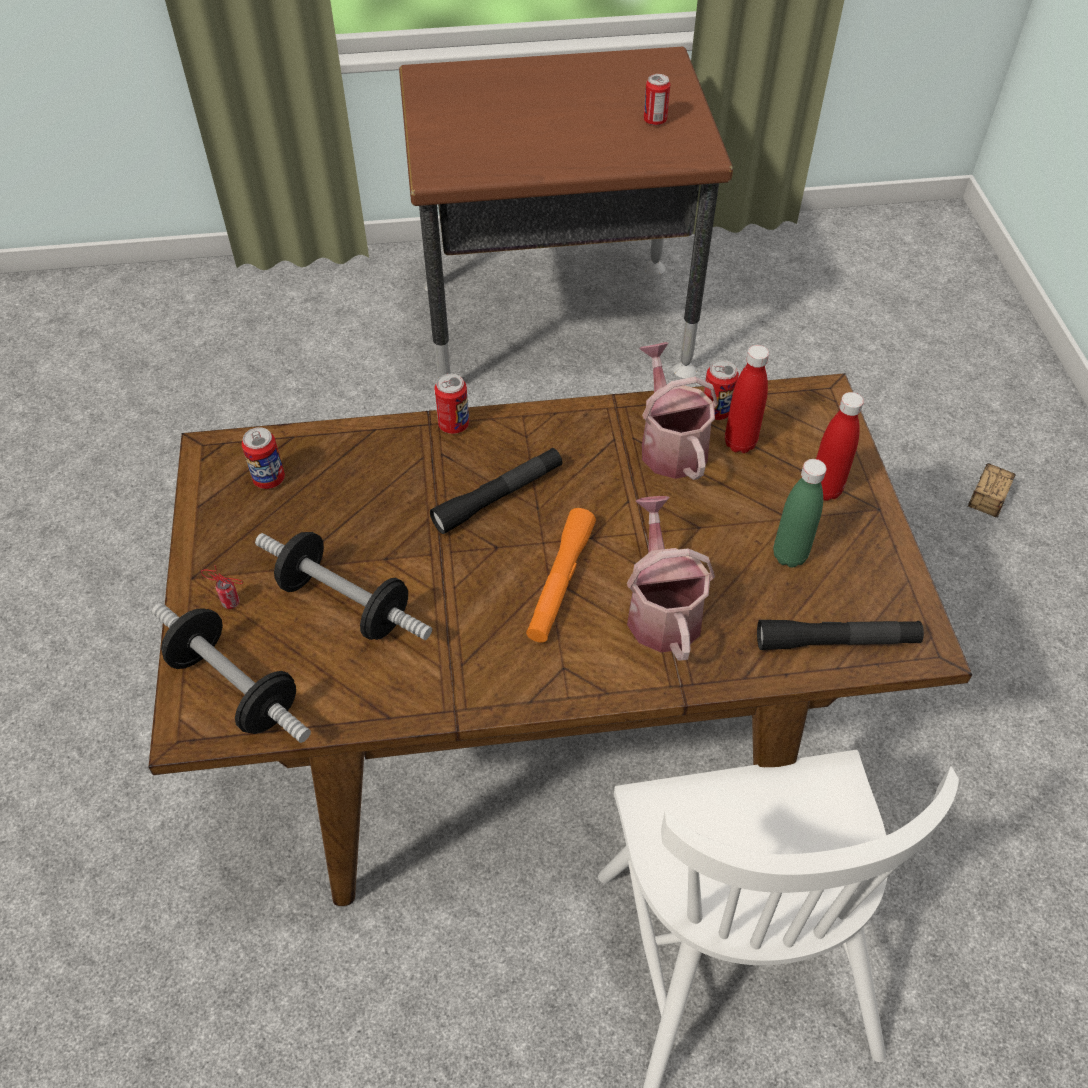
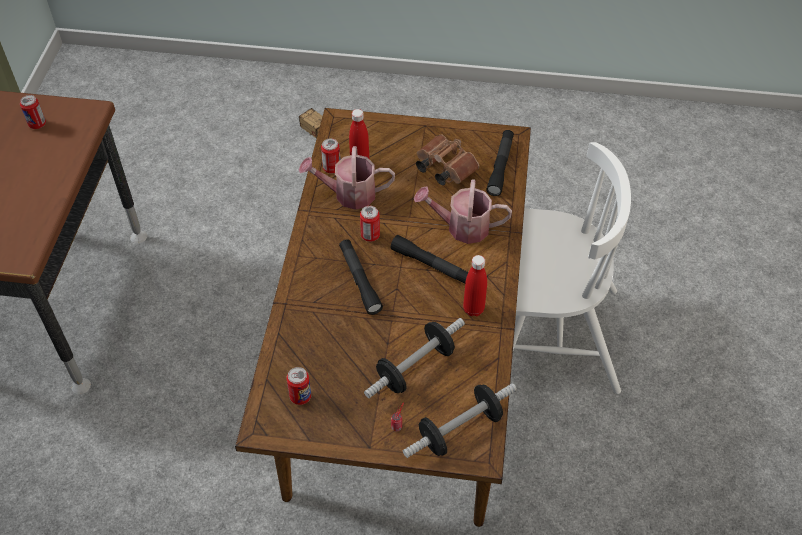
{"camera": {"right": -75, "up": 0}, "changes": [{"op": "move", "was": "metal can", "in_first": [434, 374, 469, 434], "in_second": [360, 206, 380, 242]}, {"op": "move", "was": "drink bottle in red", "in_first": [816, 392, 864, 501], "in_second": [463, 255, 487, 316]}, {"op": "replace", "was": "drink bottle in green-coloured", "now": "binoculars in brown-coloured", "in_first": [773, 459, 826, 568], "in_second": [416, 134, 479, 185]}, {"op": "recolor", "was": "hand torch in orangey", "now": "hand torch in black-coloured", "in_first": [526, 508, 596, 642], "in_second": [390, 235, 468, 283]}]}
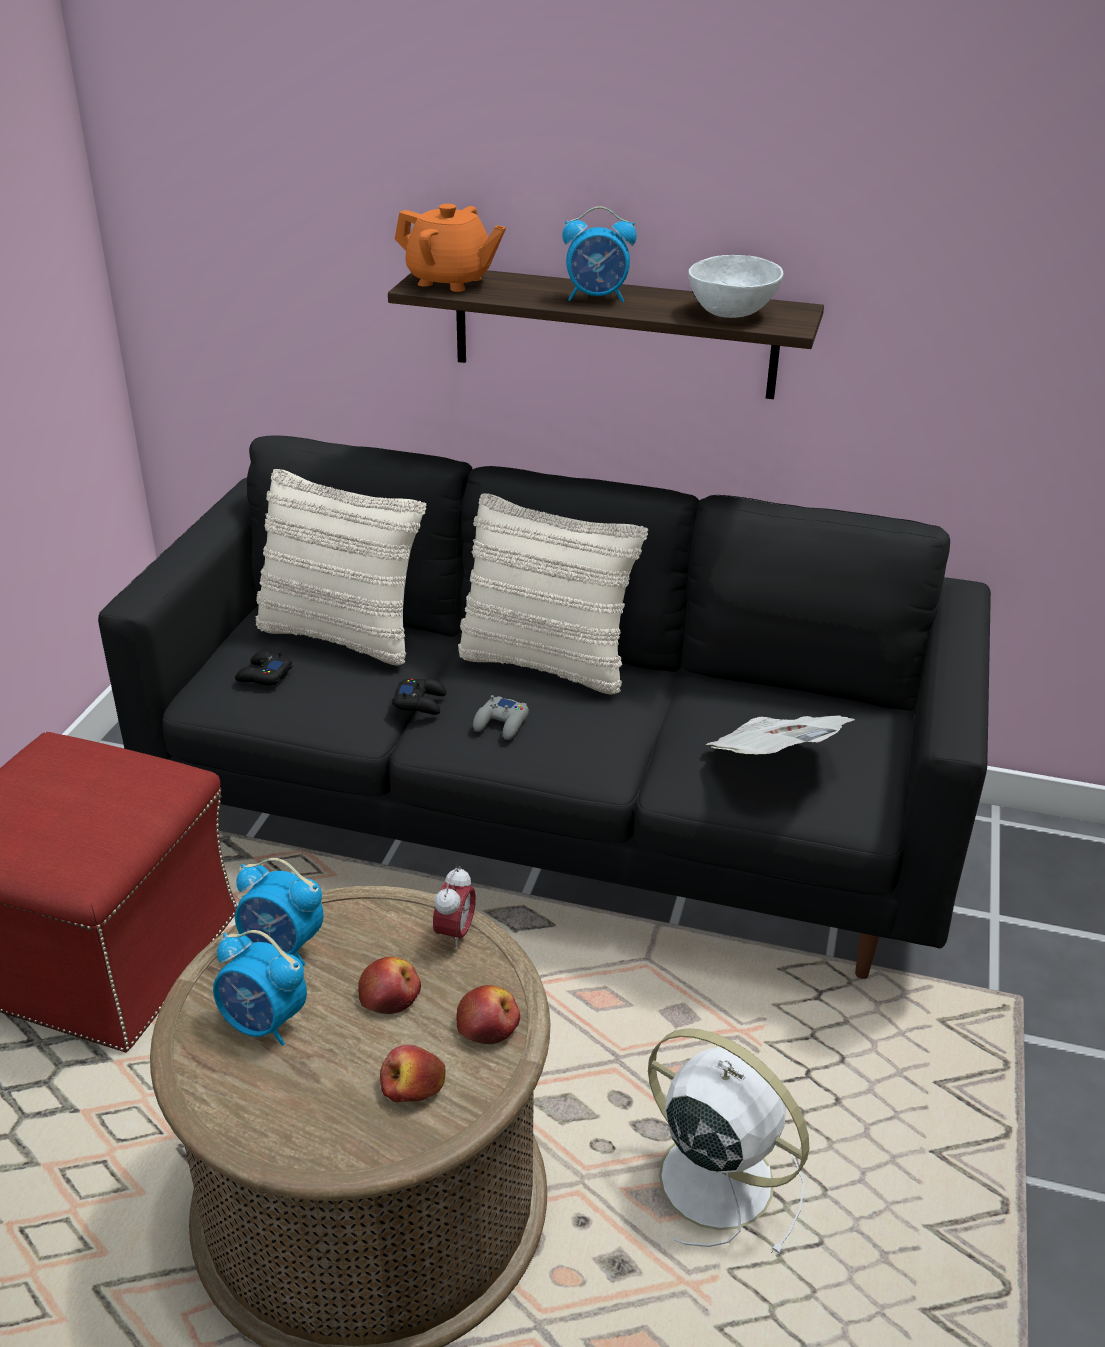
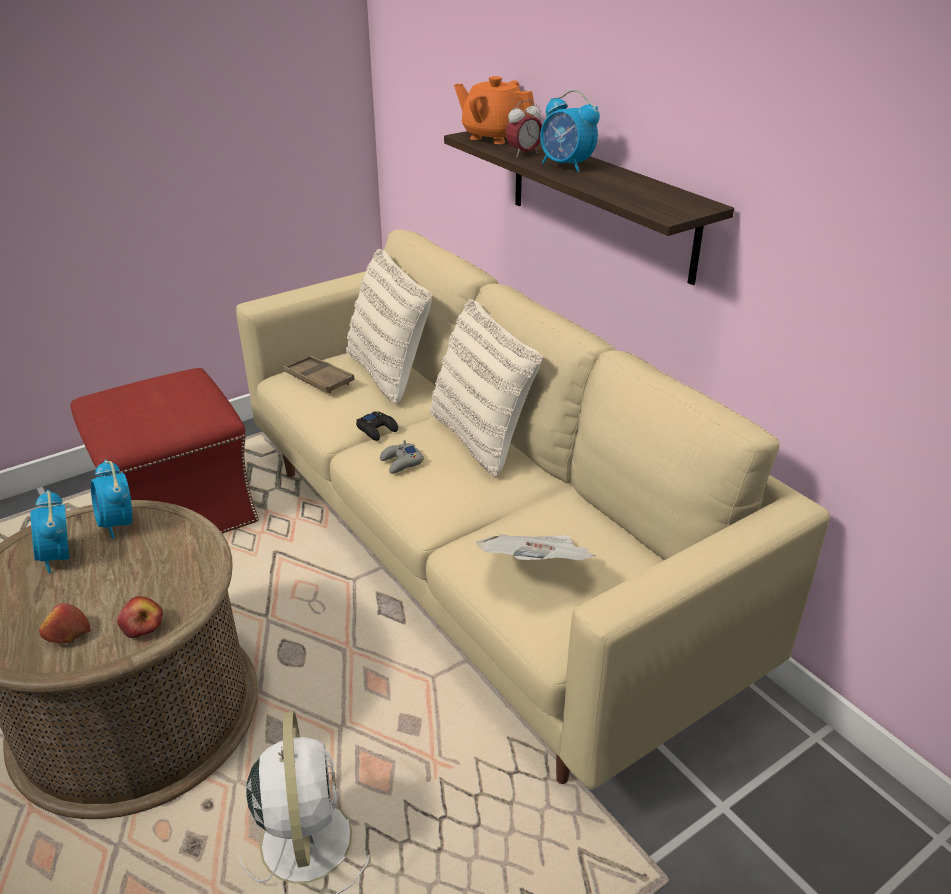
{"camera": {"right": 40, "up": 0}, "changes": [{"op": "rotate", "was": "pot for tea in orangey", "in_first": [395, 204, 506, 292], "in_second": [454, 76, 535, 144], "clockwise": 150}, {"op": "delete", "was": "bowl in white-coloured", "in_first": [689, 255, 783, 318]}, {"op": "recolor", "was": "settee in black-coloured", "now": "settee in beige-coloured", "in_first": [98, 435, 991, 979], "in_second": [236, 230, 830, 789]}, {"op": "replace", "was": "joypad in black-coloured", "now": "serving tray in brown-coloured", "in_first": [235, 651, 293, 686], "in_second": [283, 355, 355, 393]}, {"op": "move", "was": "table clock", "in_first": [433, 866, 476, 949], "in_second": [506, 100, 542, 158]}, {"op": "delete", "was": "apple fruit", "in_first": [358, 957, 421, 1014]}]}
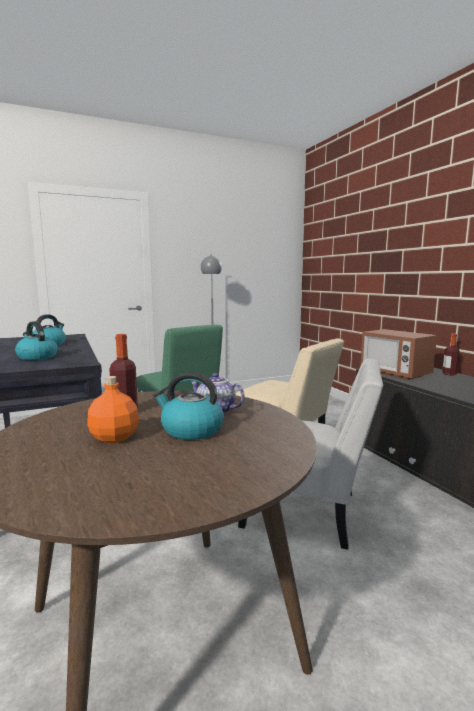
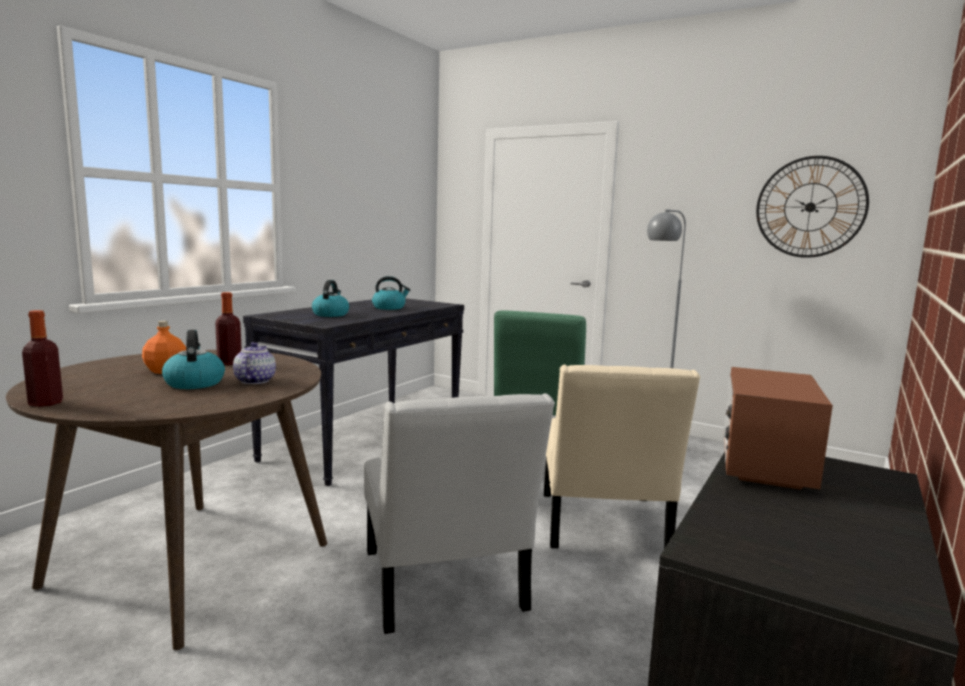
{"camera": {"right": 55, "up": 0}, "changes": [{"op": "move", "was": "drink bottle", "in_first": [442, 333, 460, 376], "in_second": [22, 310, 63, 407]}, {"op": "insert", "now": "hanging clock", "in_second": [756, 156, 869, 258]}]}
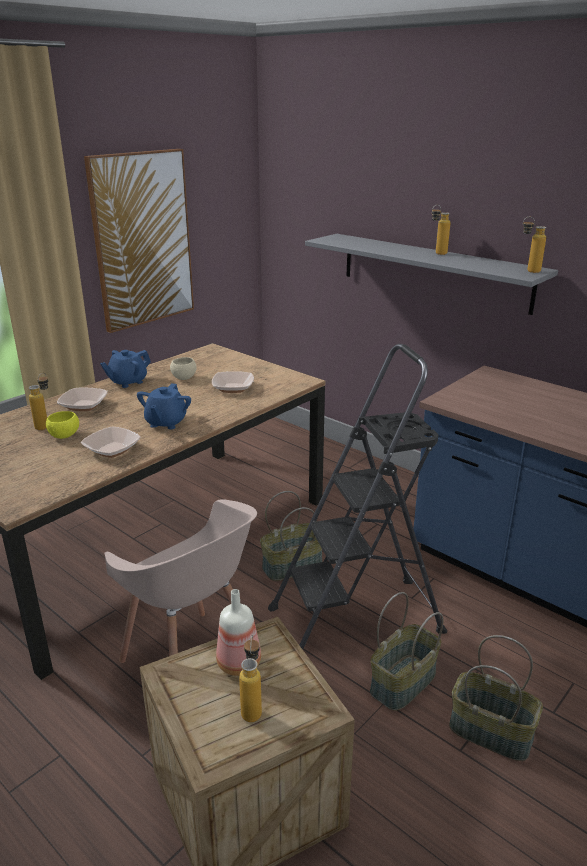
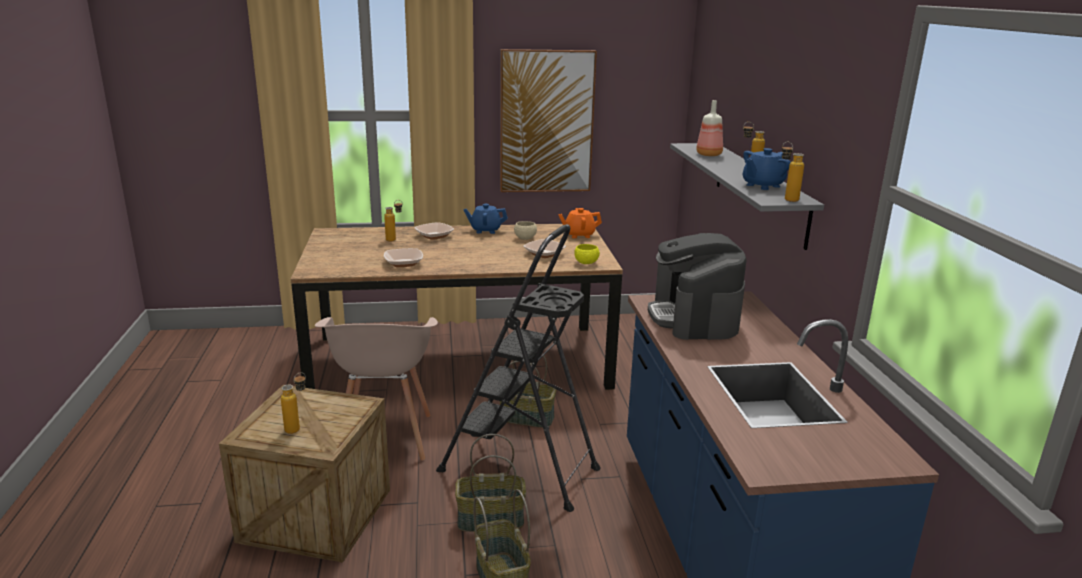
{"camera": {"right": 40, "up": -5}, "changes": [{"op": "move", "was": "pot for tea in blue-coloured", "in_first": [137, 383, 191, 429], "in_second": [742, 148, 791, 190]}, {"op": "move", "was": "bowl in yellow", "in_first": [46, 411, 79, 439], "in_second": [574, 244, 600, 264]}, {"op": "move", "was": "drink bottle", "in_first": [216, 589, 261, 676], "in_second": [696, 100, 723, 156]}, {"op": "insert", "now": "pot for tea in orangey", "in_second": [558, 208, 602, 238]}, {"op": "insert", "now": "coffee maker", "in_second": [648, 233, 746, 340]}]}
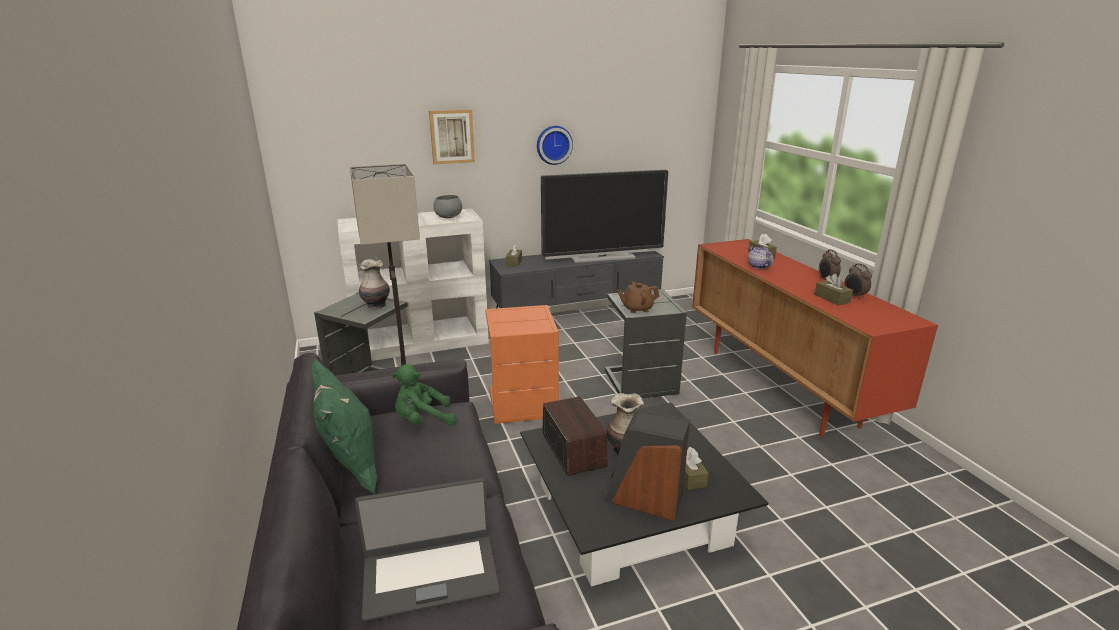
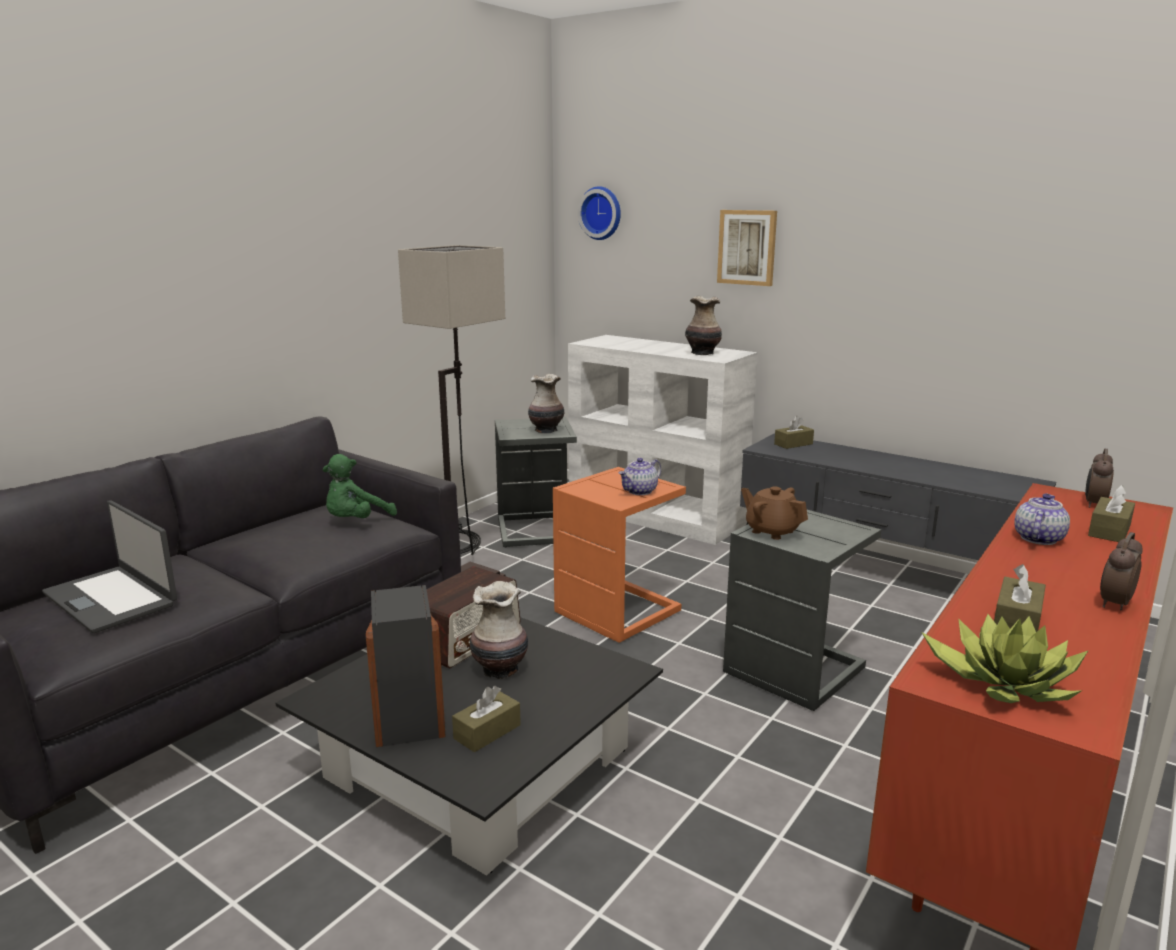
{"camera": {"right": 55, "up": -5}, "changes": [{"op": "move", "was": "hanging clock", "in_first": [537, 126, 573, 165], "in_second": [578, 186, 621, 240]}, {"op": "delete", "was": "television", "in_first": [541, 170, 669, 263]}, {"op": "replace", "was": "bowl in greyish", "now": "vase", "in_first": [434, 195, 462, 218], "in_second": [685, 296, 722, 355]}, {"op": "move", "was": "table clock", "in_first": [845, 263, 872, 299], "in_second": [1085, 449, 1114, 508]}, {"op": "delete", "was": "throw pillow in green-coloured", "in_first": [312, 358, 377, 494]}, {"op": "rotate", "was": "plush toy in green-coloured", "in_first": [392, 364, 456, 426], "in_second": [323, 454, 397, 518], "clockwise": -90}, {"op": "insert", "now": "pot for tea", "in_second": [618, 458, 661, 495]}, {"op": "insert", "now": "houseplant", "in_second": [922, 614, 1089, 703]}]}
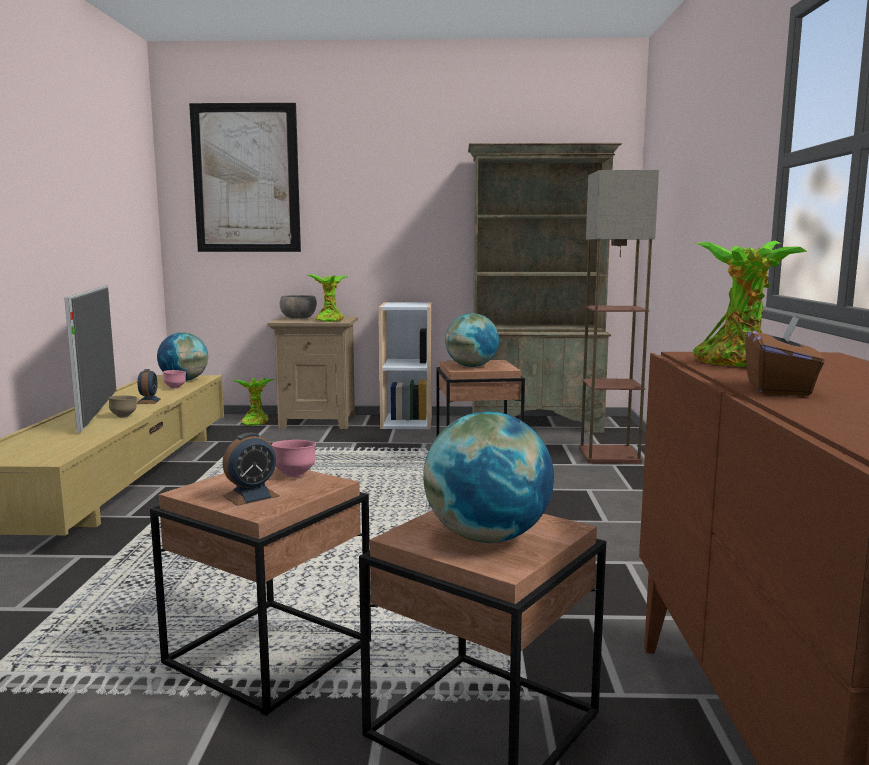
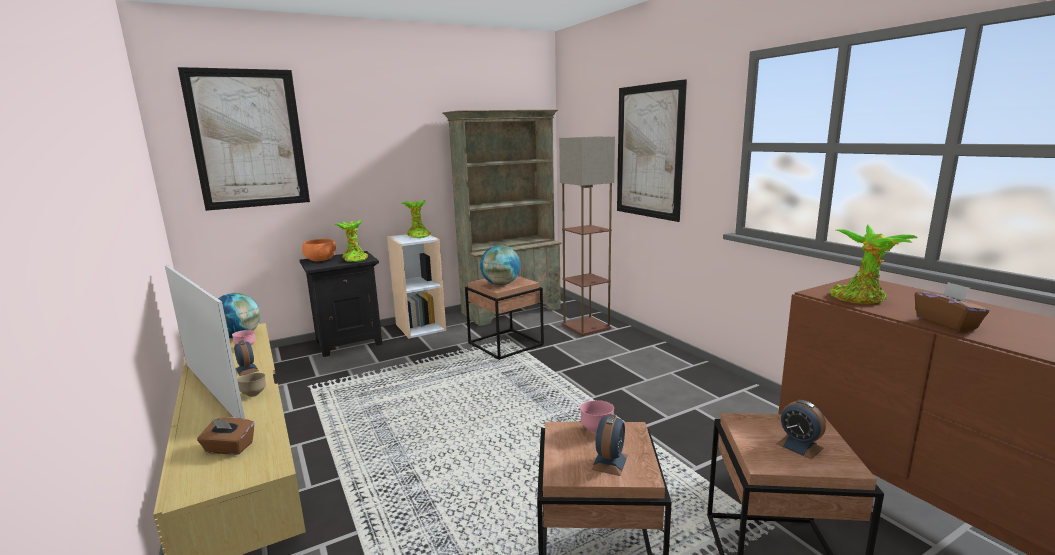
{"camera": {"right": -30, "up": 5}, "changes": [{"op": "recolor", "was": "bowl in greyish", "now": "bowl in orangey", "in_first": [280, 295, 317, 319], "in_second": [302, 239, 336, 261]}, {"op": "recolor", "was": "night table in beige-coloured", "now": "night table in black-coloured", "in_first": [267, 317, 358, 429], "in_second": [300, 251, 383, 357]}, {"op": "move", "was": "houseplant", "in_first": [233, 378, 274, 426], "in_second": [402, 200, 431, 238]}, {"op": "replace", "was": "world globe", "now": "table clock", "in_first": [423, 411, 554, 543], "in_second": [776, 400, 826, 459]}, {"op": "insert", "now": "wall art", "in_second": [617, 79, 687, 222]}, {"op": "insert", "now": "tissue holder in brown-coloured", "in_second": [197, 417, 254, 455]}]}
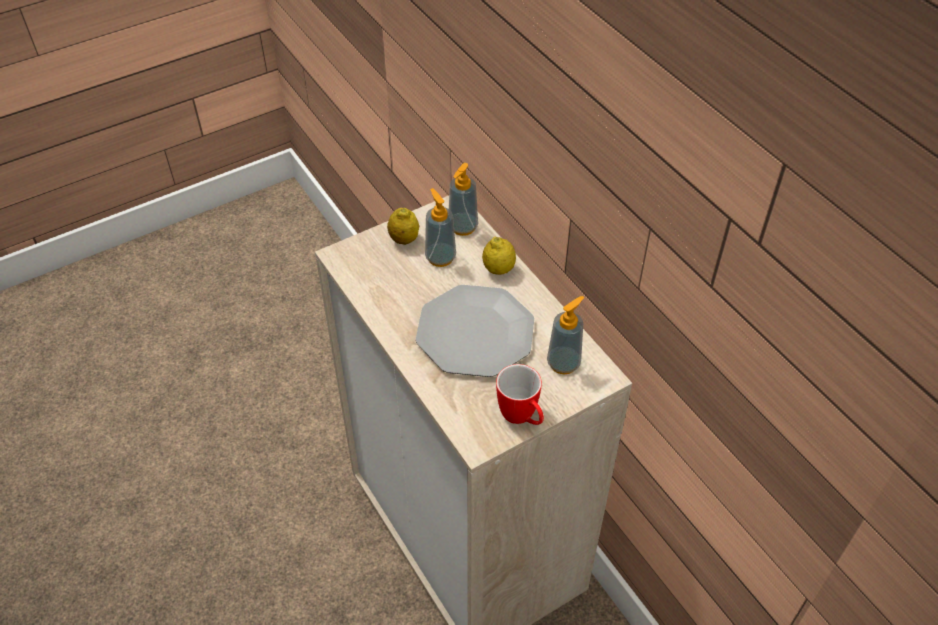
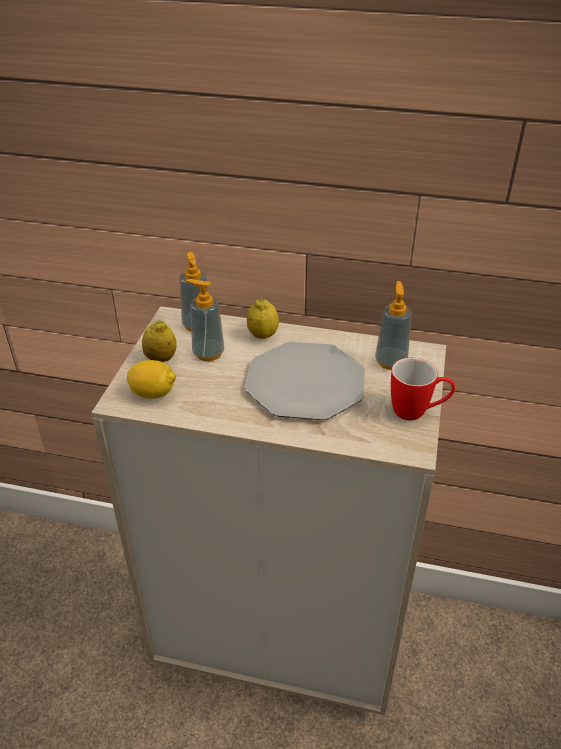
{"camera": {"right": -45, "up": -10}, "changes": [{"op": "insert", "now": "lemon", "in_second": [127, 360, 176, 399]}]}
